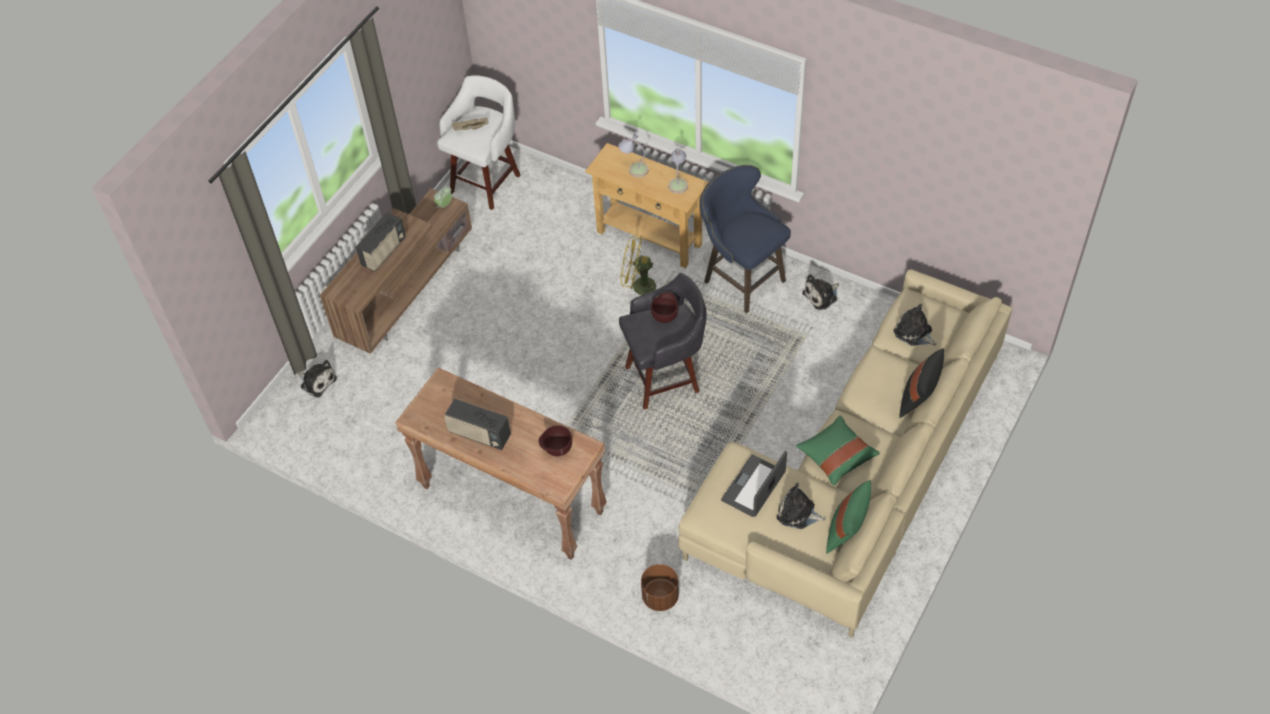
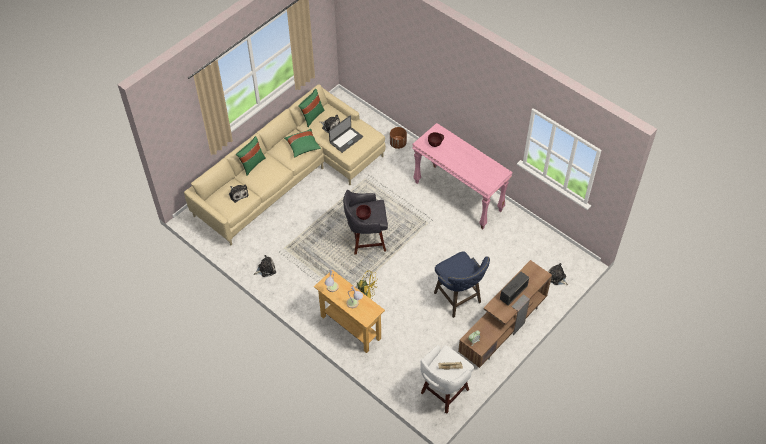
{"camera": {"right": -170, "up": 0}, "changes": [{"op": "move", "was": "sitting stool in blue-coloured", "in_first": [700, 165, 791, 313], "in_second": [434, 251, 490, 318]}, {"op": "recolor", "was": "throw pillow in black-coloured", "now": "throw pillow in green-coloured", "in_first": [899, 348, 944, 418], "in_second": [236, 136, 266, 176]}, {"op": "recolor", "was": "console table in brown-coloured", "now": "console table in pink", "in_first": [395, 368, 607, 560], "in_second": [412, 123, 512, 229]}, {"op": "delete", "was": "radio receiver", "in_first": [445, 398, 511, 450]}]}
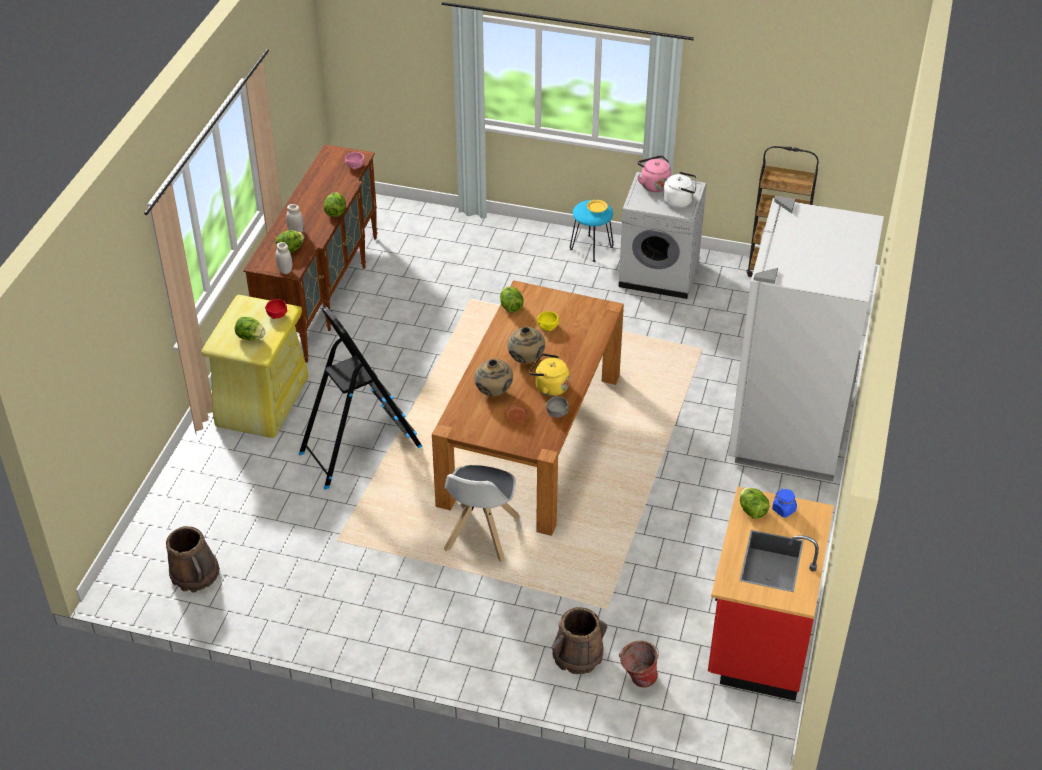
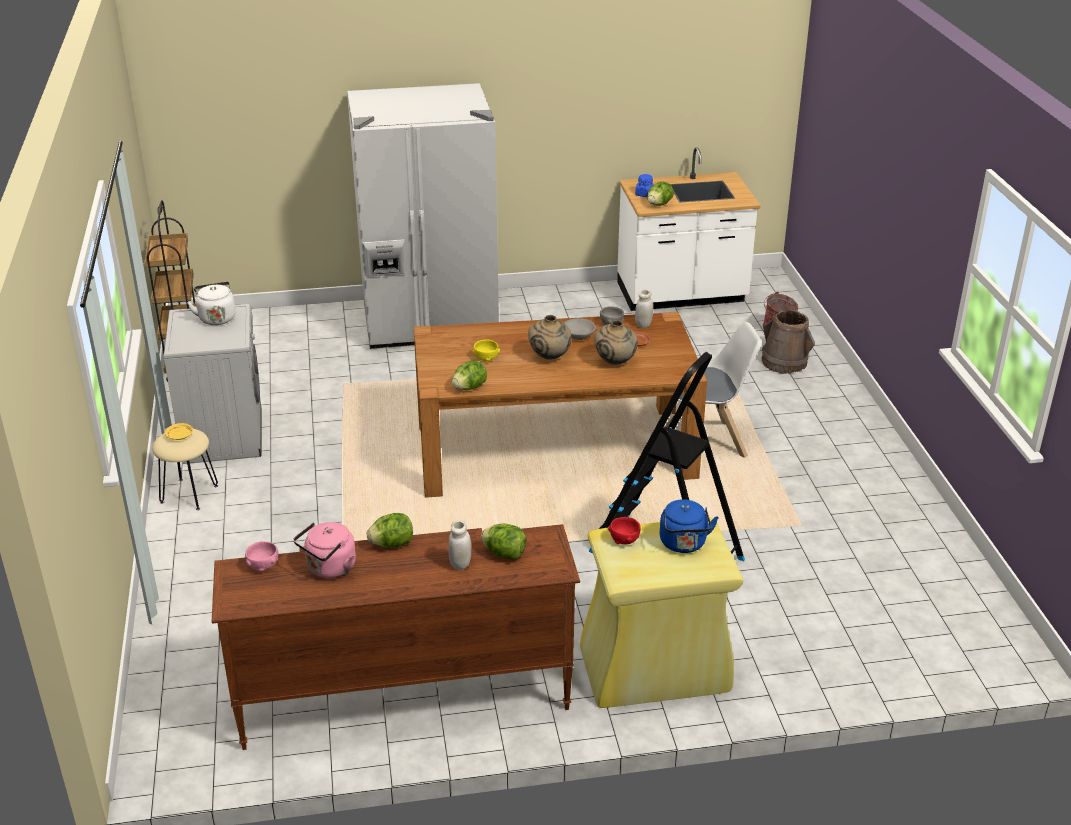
{"camera": {"right": -115, "up": -10}, "changes": [{"op": "move", "was": "kettle in pink", "in_first": [638, 155, 671, 192], "in_second": [293, 522, 356, 578]}, {"op": "recolor", "was": "sitting stool in turquoise", "now": "sitting stool in beige-coloured", "in_first": [570, 200, 614, 262], "in_second": [152, 429, 218, 510]}, {"op": "move", "was": "jar in white-coloured", "in_first": [275, 242, 292, 274], "in_second": [635, 290, 653, 328]}, {"op": "replace", "was": "head of lettuce", "now": "kettle in blue-coloured", "in_first": [235, 317, 266, 341], "in_second": [660, 499, 719, 553]}, {"op": "replace", "was": "kettle in yellow", "now": "bowl in greyish", "in_first": [529, 353, 569, 396], "in_second": [564, 318, 596, 340]}, {"op": "recolor", "was": "counter in red", "now": "counter in white-coloured", "in_first": [708, 486, 834, 701], "in_second": [617, 147, 761, 311]}, {"op": "delete", "was": "bucket in brown-coloured", "in_first": [166, 526, 220, 593]}]}
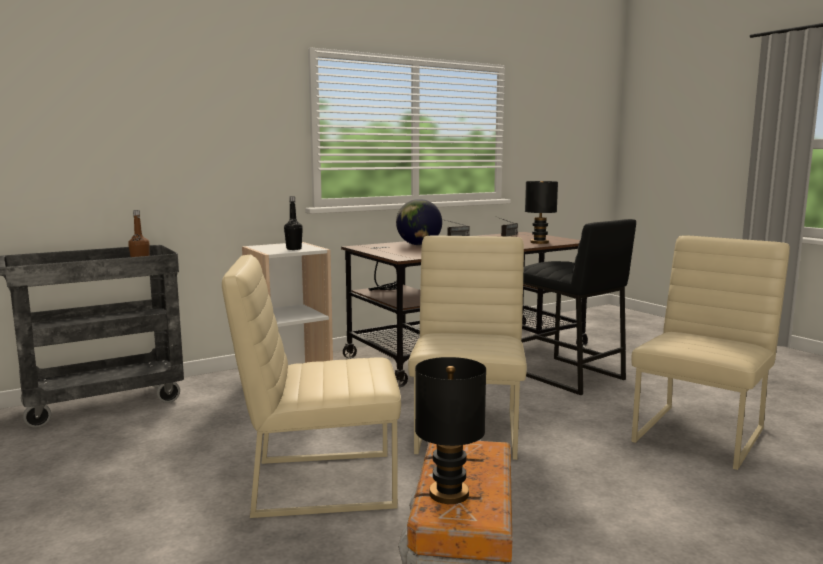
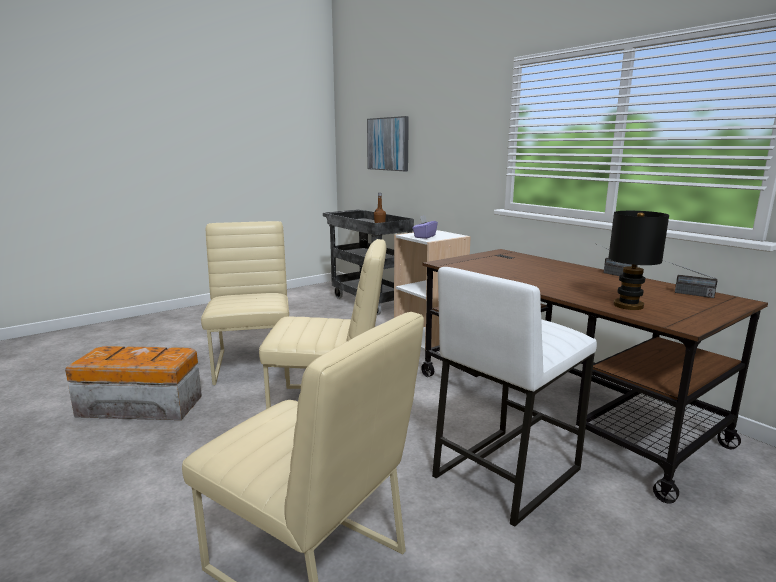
{"camera": {"right": 85, "up": 5}, "changes": [{"op": "replace", "was": "drink bottle in black-coloured", "now": "tissue holder in purple-coloured", "in_first": [284, 196, 303, 250], "in_second": [412, 216, 438, 239]}, {"op": "delete", "was": "world globe", "in_first": [396, 199, 442, 245]}, {"op": "recolor", "was": "sitting stool in black-coloured", "now": "sitting stool in white-coloured", "in_first": [521, 219, 636, 395], "in_second": [432, 267, 597, 527]}, {"op": "delete", "was": "lamp for a table in black-coloured", "in_first": [415, 357, 486, 504]}, {"op": "insert", "now": "wall art", "in_second": [367, 116, 409, 171]}]}
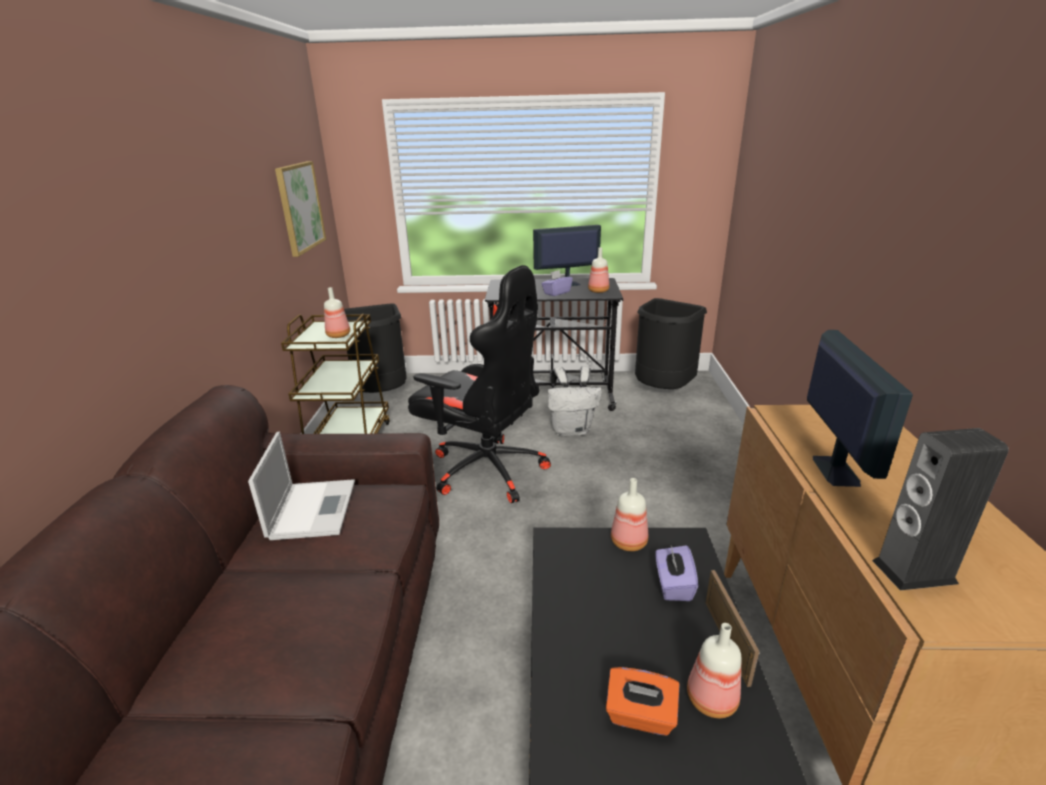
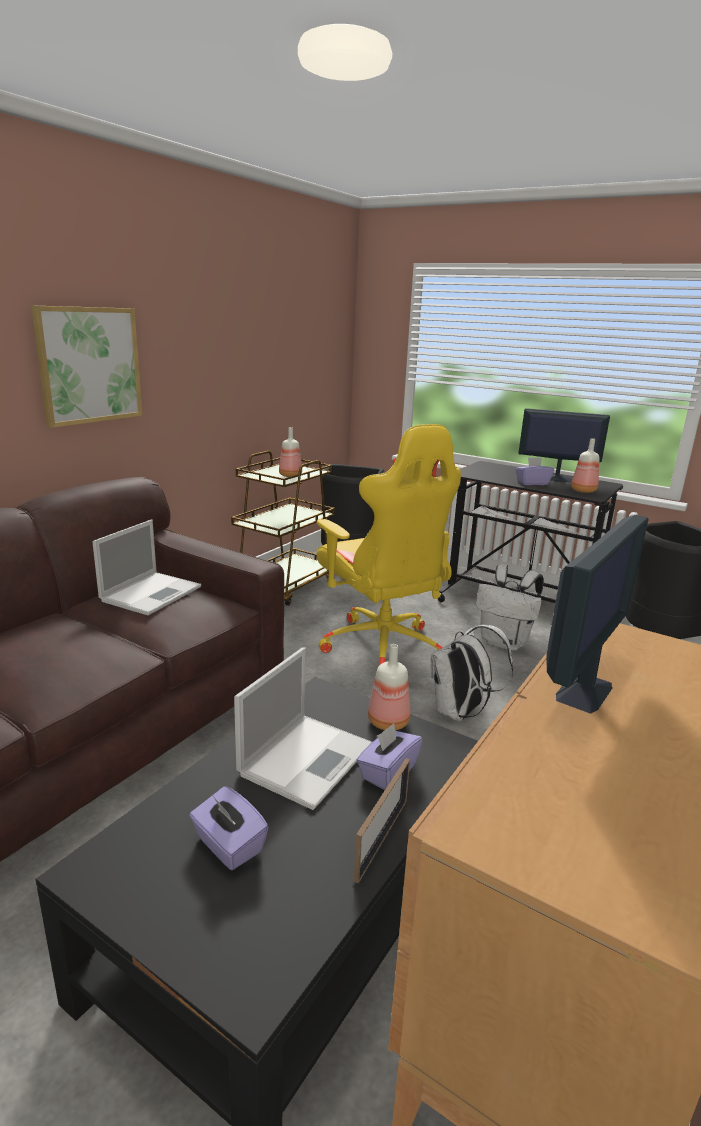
{"camera": {"right": 30, "up": -5}, "changes": [{"op": "move", "was": "wall art", "in_first": [275, 161, 326, 257], "in_second": [31, 305, 143, 428]}, {"op": "recolor", "was": "office chair in black-coloured", "now": "office chair in yellow", "in_first": [408, 265, 551, 503], "in_second": [316, 424, 461, 669]}, {"op": "delete", "was": "audio speaker", "in_first": [872, 428, 1009, 591]}, {"op": "delete", "was": "drink bottle", "in_first": [687, 623, 741, 718]}, {"op": "recolor", "was": "tissue holder in orangey", "now": "tissue holder in purple-coloured", "in_first": [606, 667, 679, 736], "in_second": [190, 786, 268, 870]}, {"op": "insert", "now": "rucksack in white-coloured", "in_second": [431, 625, 513, 721]}, {"op": "insert", "now": "portable computer", "in_second": [234, 647, 372, 810]}]}
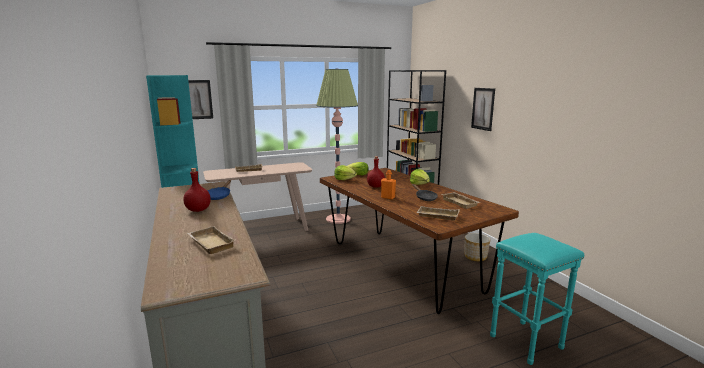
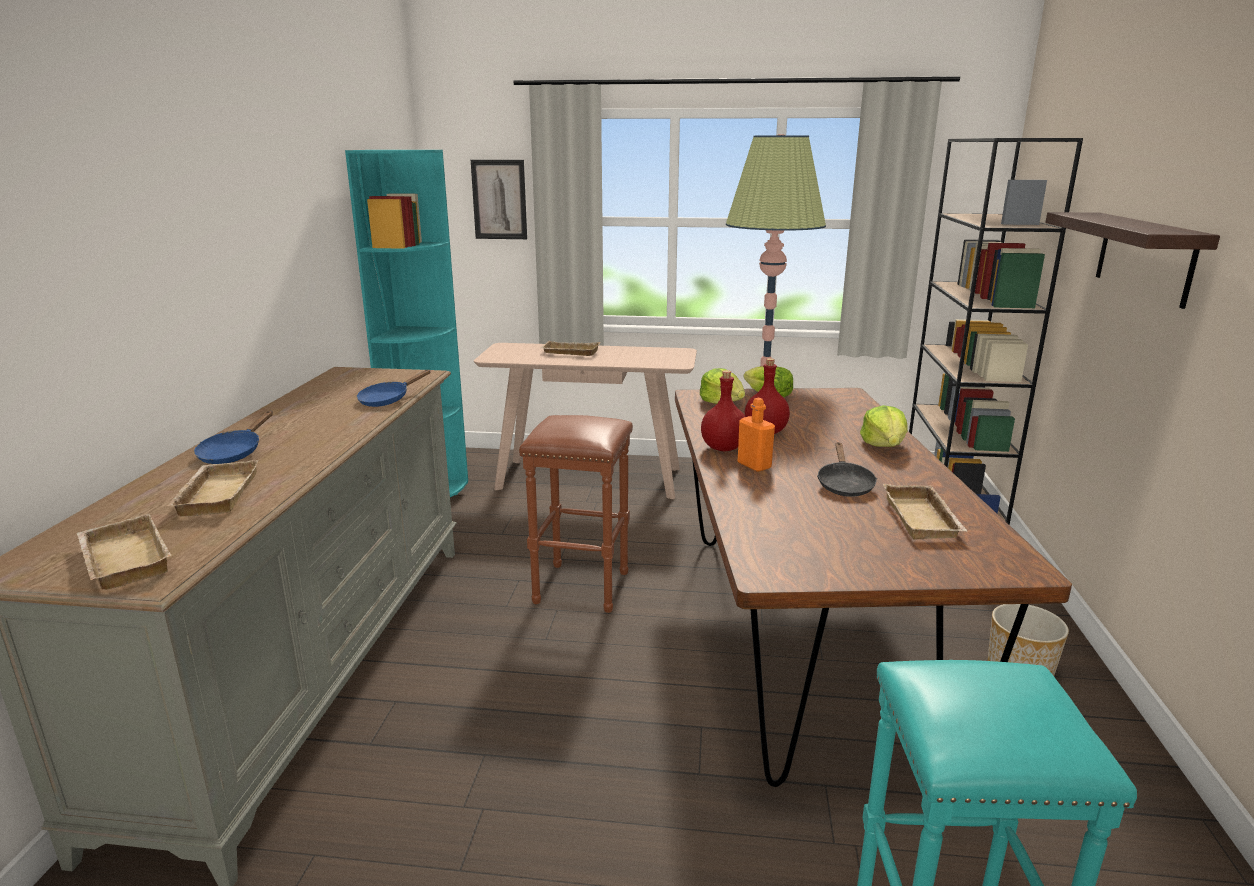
{"camera": {"right": 30, "up": 5}, "changes": [{"op": "replace", "was": "wall art", "now": "shelf", "in_first": [471, 88, 495, 131], "in_second": [1045, 212, 1220, 309]}, {"op": "move", "was": "drink bottle in red", "in_first": [183, 168, 211, 212], "in_second": [701, 370, 745, 451]}, {"op": "move", "was": "serving tray in beige-coloured", "in_first": [416, 206, 460, 221], "in_second": [76, 514, 172, 590]}, {"op": "insert", "now": "pan in blue-coloured", "in_second": [194, 411, 273, 464]}, {"op": "insert", "now": "sitting stool in brown-coloured", "in_second": [519, 415, 633, 613]}]}
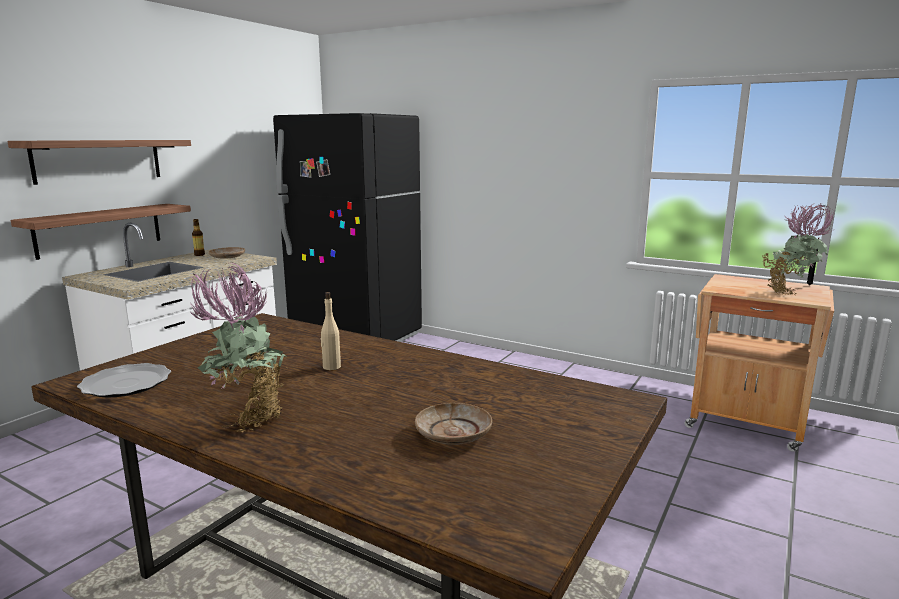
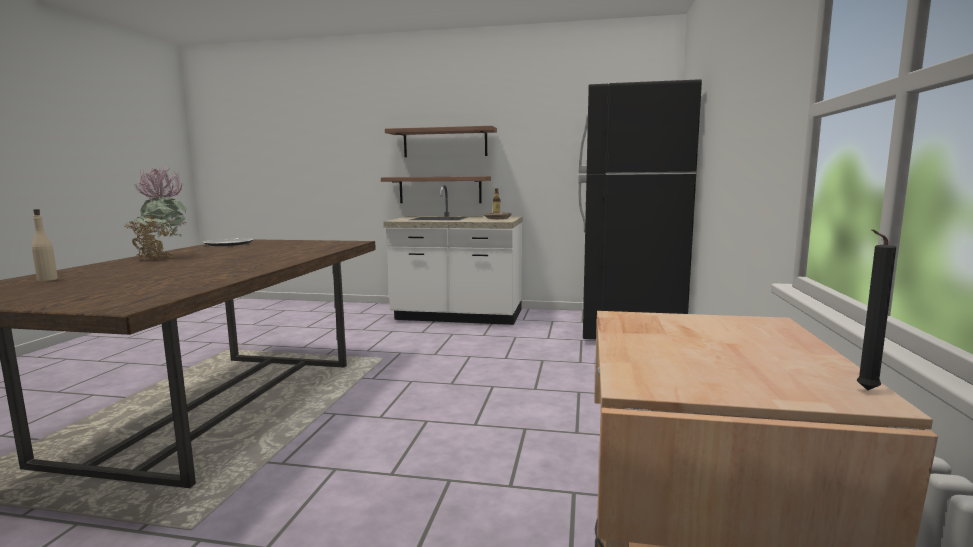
{"camera": {"right": 70, "up": -5}, "changes": [{"op": "delete", "was": "houseplant", "in_first": [763, 203, 834, 295]}, {"op": "move", "was": "drink bottle in beige-coloured", "in_first": [320, 292, 341, 370], "in_second": [32, 209, 58, 281]}, {"op": "delete", "was": "plate in beige-coloured", "in_first": [415, 403, 492, 445]}]}
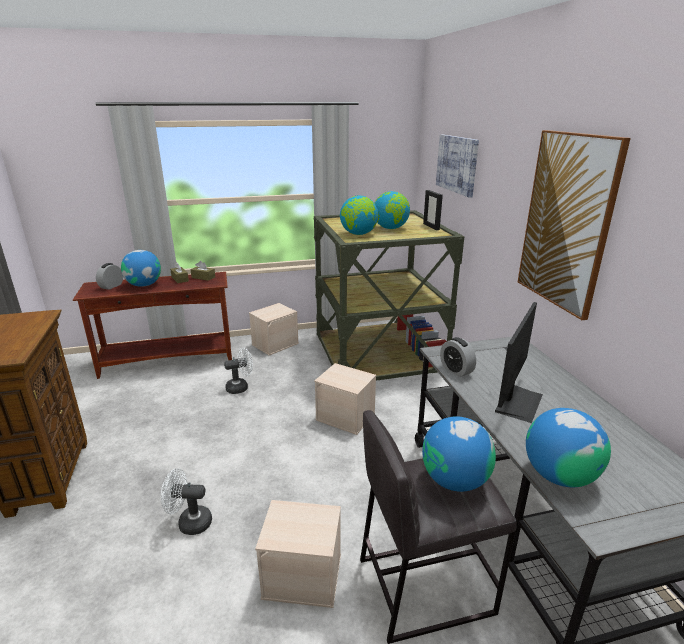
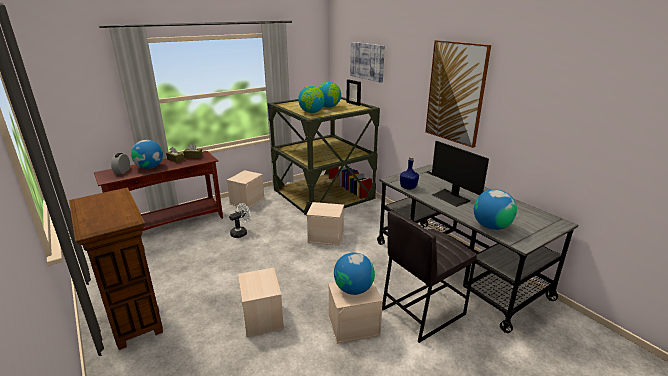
{"camera": {"right": -20, "up": 0}, "changes": [{"op": "rotate", "was": "monitor", "in_first": [495, 302, 543, 423], "in_second": [432, 141, 489, 207], "clockwise": 135}, {"op": "replace", "was": "table clock", "now": "drink bottle in blue-coloured", "in_first": [440, 337, 476, 377], "in_second": [400, 157, 419, 190]}, {"op": "move", "was": "world globe", "in_first": [422, 416, 496, 492], "in_second": [334, 253, 375, 295]}, {"op": "replace", "was": "electric fan in white-coloured", "now": "storage bin in beige-coloured", "in_first": [161, 468, 212, 535], "in_second": [238, 268, 284, 337]}]}
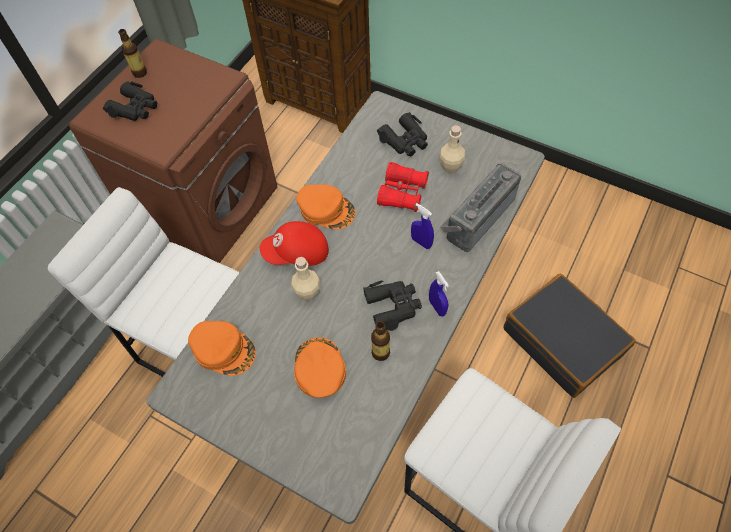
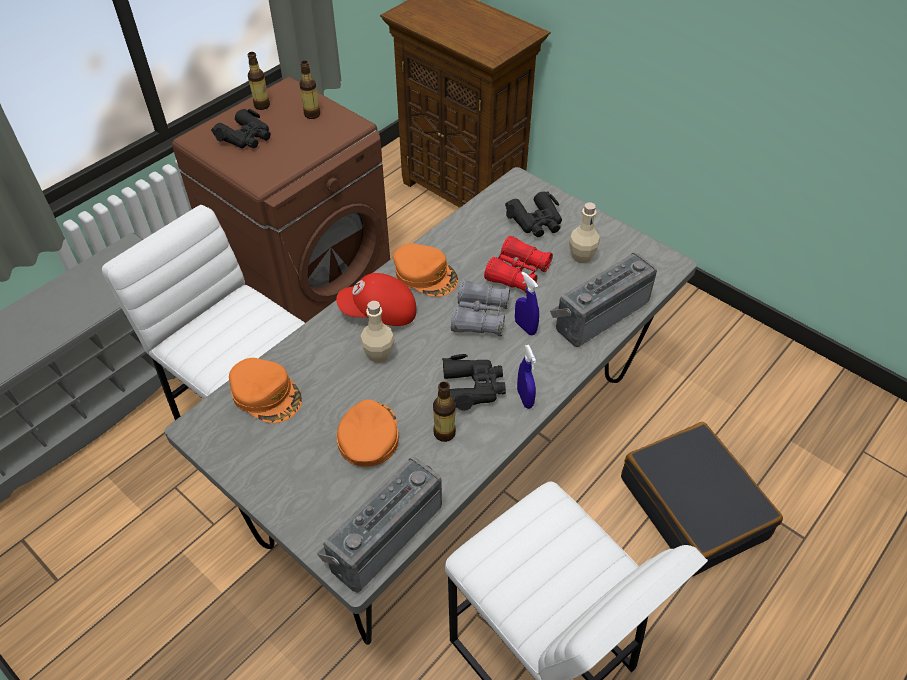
{"camera": {"right": 10, "up": -10}, "changes": [{"op": "insert", "now": "drink bottle", "in_second": [299, 61, 320, 119]}, {"op": "insert", "now": "binoculars in greyish", "in_second": [451, 280, 510, 336]}, {"op": "insert", "now": "radio receiver", "in_second": [317, 457, 442, 593]}]}
